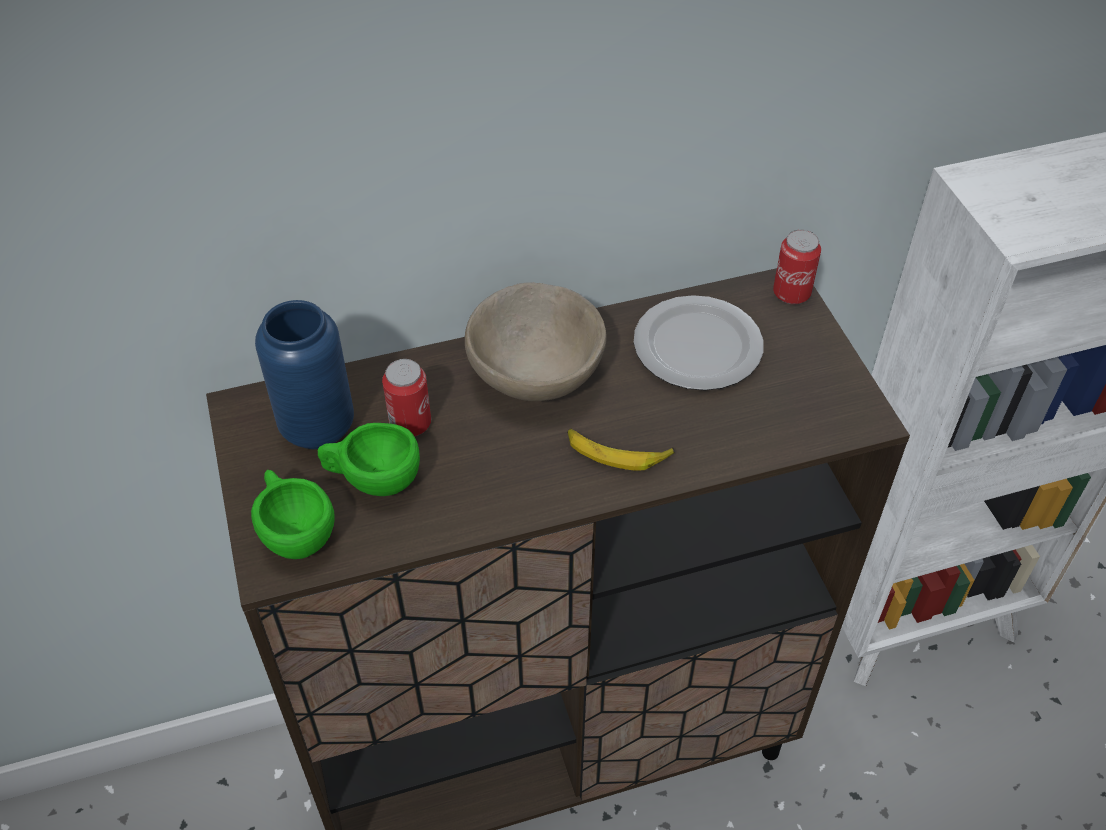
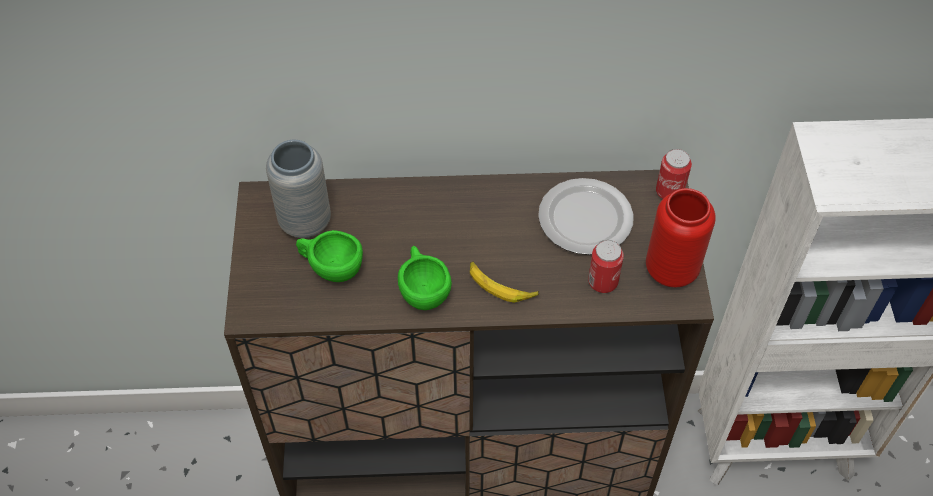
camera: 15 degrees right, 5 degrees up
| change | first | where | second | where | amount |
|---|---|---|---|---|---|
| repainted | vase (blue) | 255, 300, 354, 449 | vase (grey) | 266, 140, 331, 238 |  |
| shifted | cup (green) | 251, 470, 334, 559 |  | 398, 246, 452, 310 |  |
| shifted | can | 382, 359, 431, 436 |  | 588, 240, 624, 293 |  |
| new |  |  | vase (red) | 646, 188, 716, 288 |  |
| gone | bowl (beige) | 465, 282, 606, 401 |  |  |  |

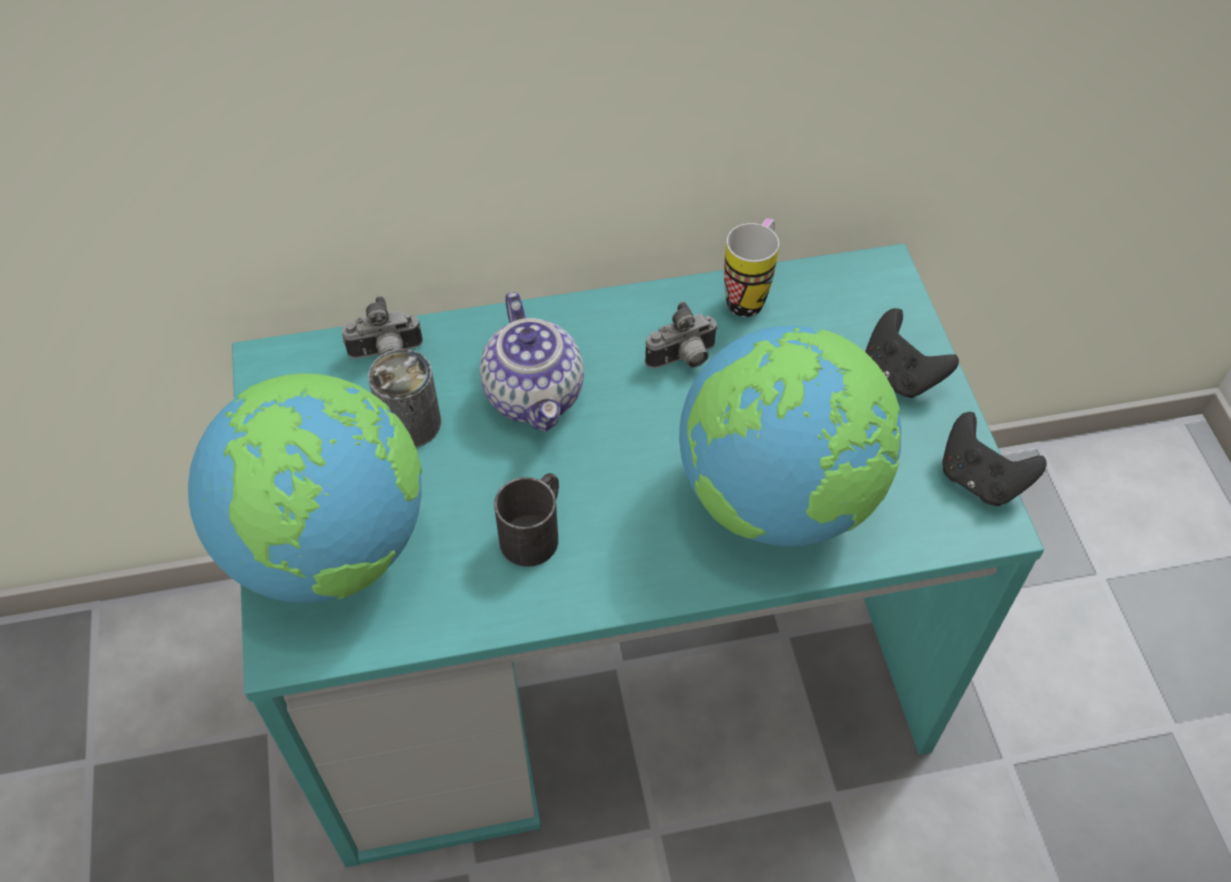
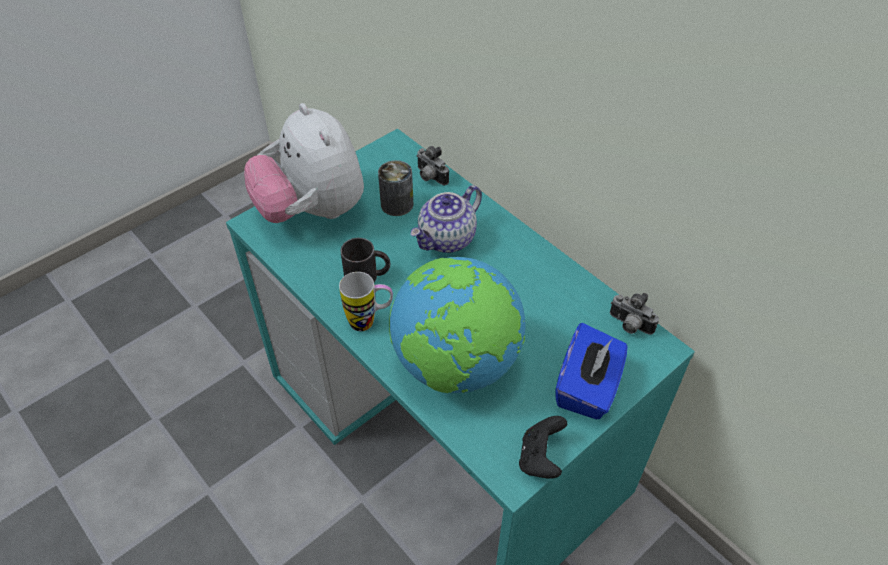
camera: 60 degrees right, 5 degrees down
| change | first | where | second | where | amount |
|---|---|---|---|---|---|
| swapped | globe | 188, 374, 422, 603 | plush toy | 244, 103, 364, 223 |  |
| shifted | mug | 724, 218, 779, 317 |  | 339, 272, 393, 331 |  |
| swapped | game controller (black) | 865, 308, 959, 398 | tissue box (blue) | 555, 323, 628, 419 |  |
| shifted | photo camera | 645, 302, 718, 369 |  | 610, 293, 659, 335 |  |

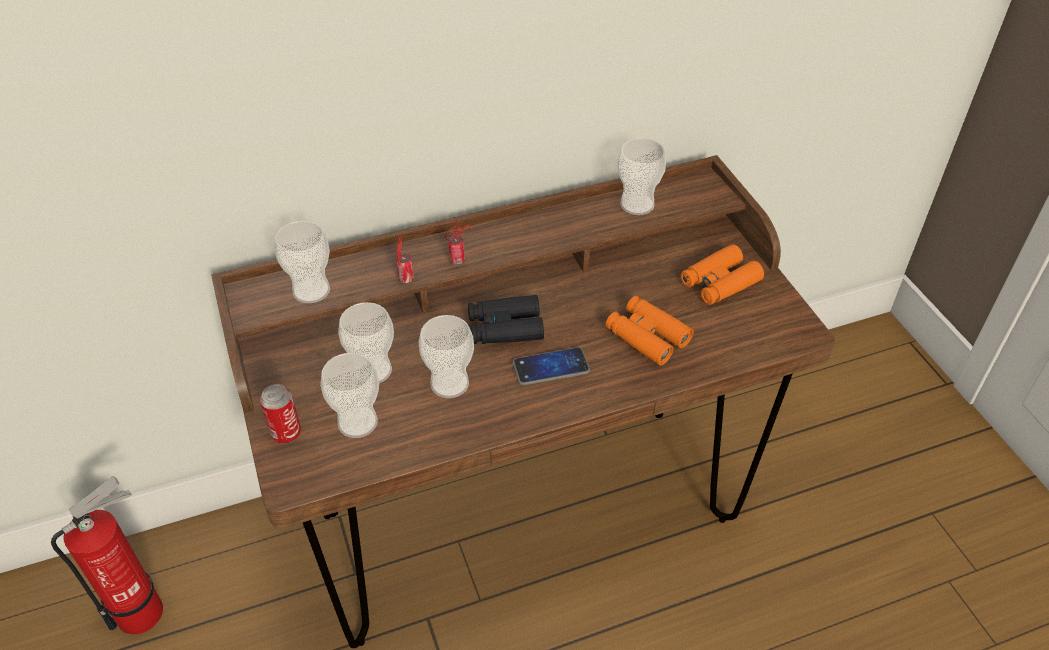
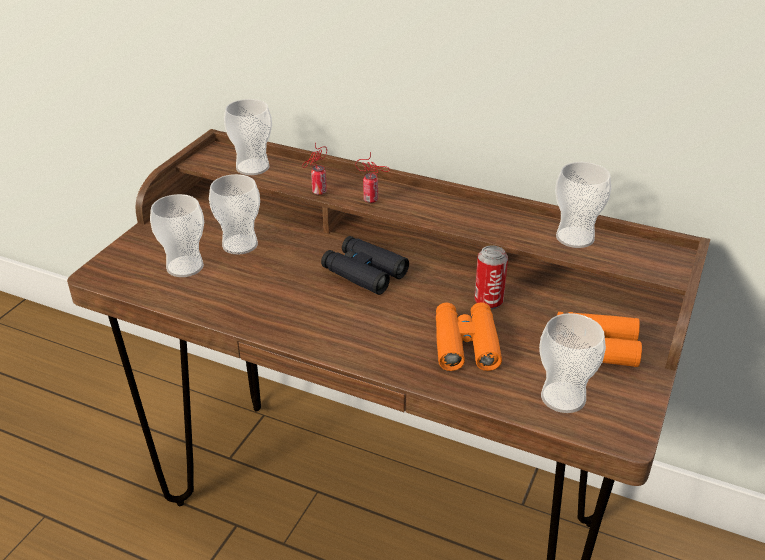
camera: 45 degrees right, 10 degrees down
| change | first | where | second | where | amount |
|---|---|---|---|---|---|
| shifted | can | 260, 384, 301, 444 |  | 474, 246, 508, 309 |  |
| shifted | cup | 419, 315, 474, 398 |  | 539, 313, 606, 413 |  |
| gone | fire extinguisher | 51, 476, 163, 634 |  |  |  |
| gone | phone | 512, 347, 590, 386 |  |  |  |

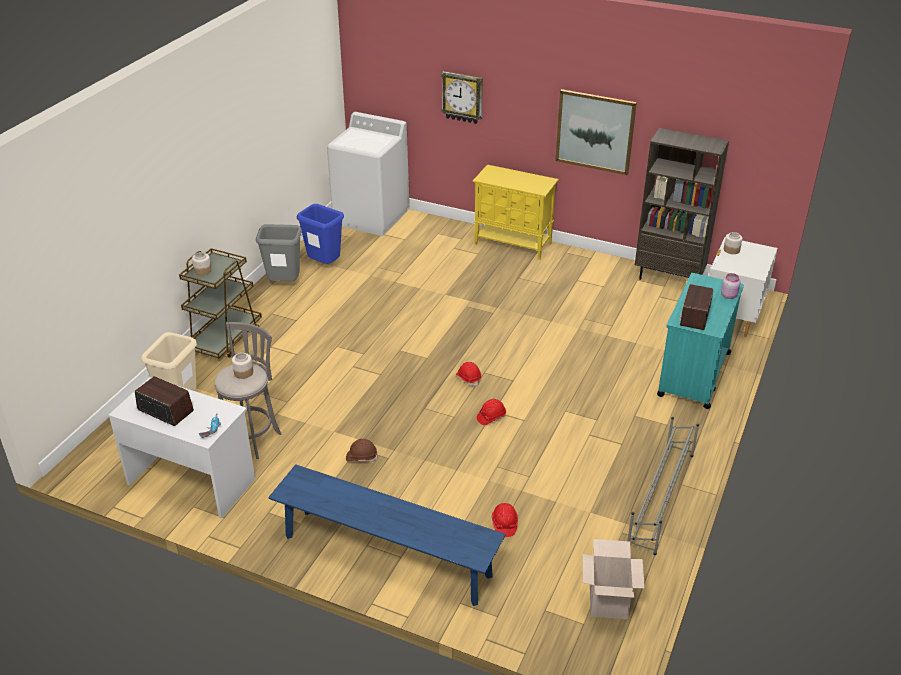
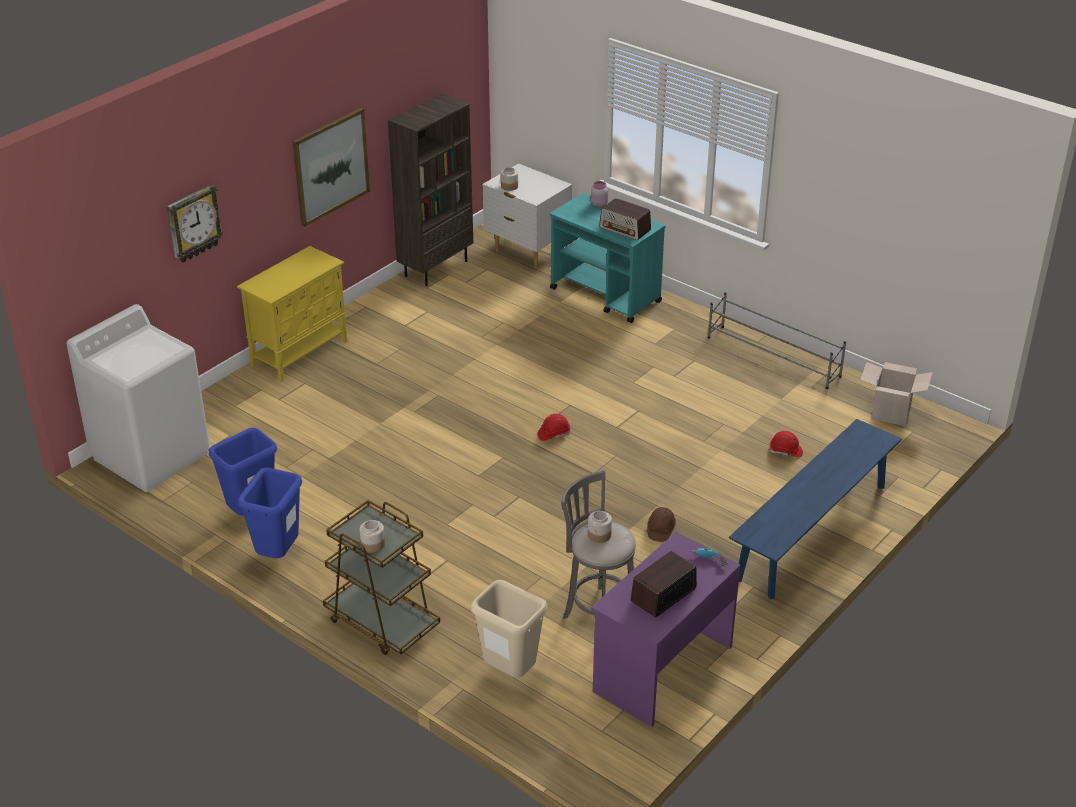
camera: 75 degrees left, 0 degrees up
| change | first | where | second | where | amount |
|---|---|---|---|---|---|
| repainted | trash can (grey) | 256, 224, 302, 281 | trash can (blue) | 237, 468, 302, 558 |  |
| repainted | desk (white) | 108, 377, 255, 519 | desk (purple) | 591, 532, 741, 727 |  |
| gone | hard hat (red) | 477, 399, 506, 425 |  |  |  |

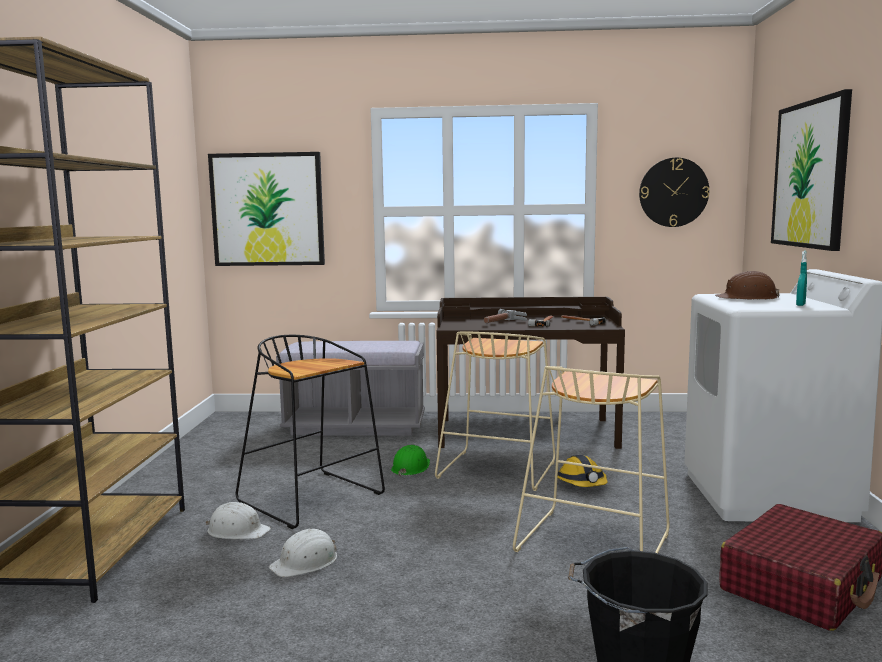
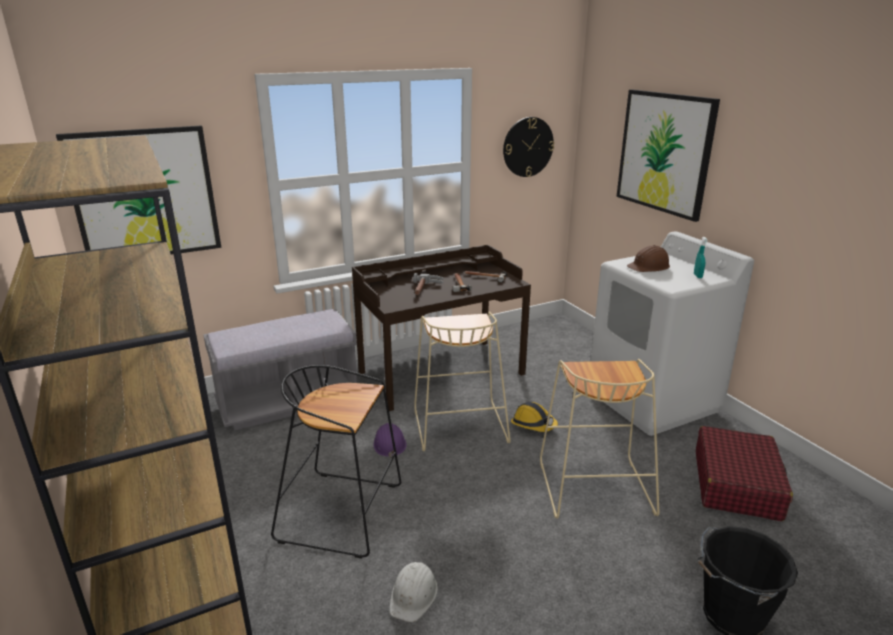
camera: 30 degrees left, 15 degrees up
| change | first | where | second | where | amount |
|---|---|---|---|---|---|
| repainted | hard hat (green) | 391, 445, 430, 477 | hard hat (purple) | 373, 423, 407, 458 |  |
| gone | hard hat (white) | 206, 502, 271, 539 |  |  |  |

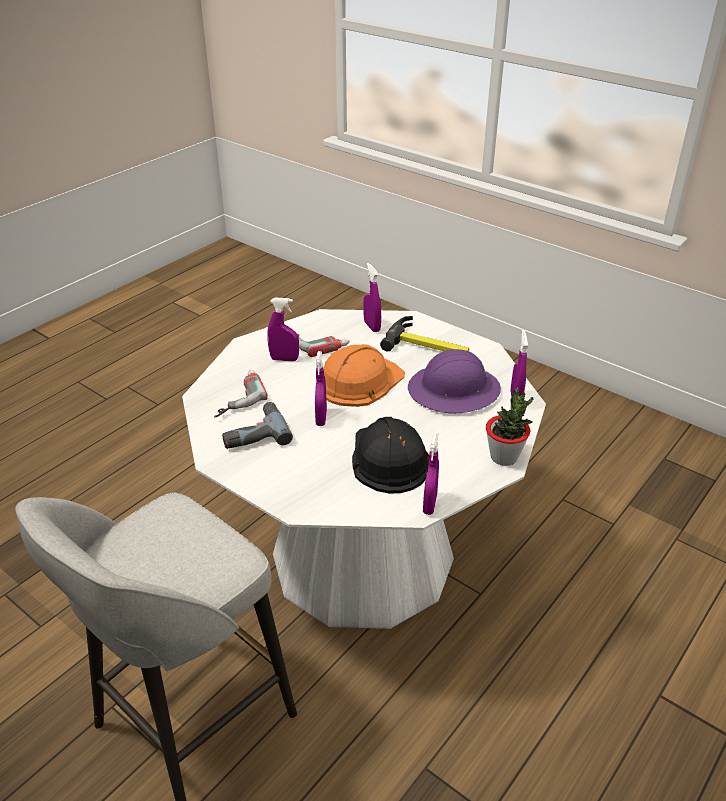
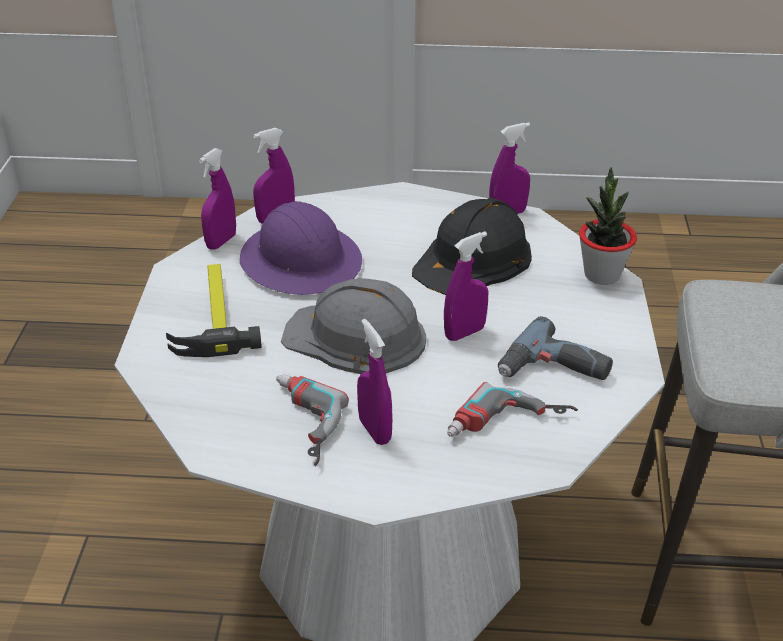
camera: 125 degrees left, 0 degrees up
| change | first | where | second | where | amount |
|---|---|---|---|---|---|
| shifted | spray bottle (purple) | 363, 263, 381, 332 |  | 199, 148, 236, 250 |  |
| repainted | hard hat (orange) | 324, 344, 405, 407 | hard hat (grey) | 281, 278, 426, 374 |  |
| shifted | potted plant | 486, 387, 533, 466 |  | 579, 167, 637, 285 |  |

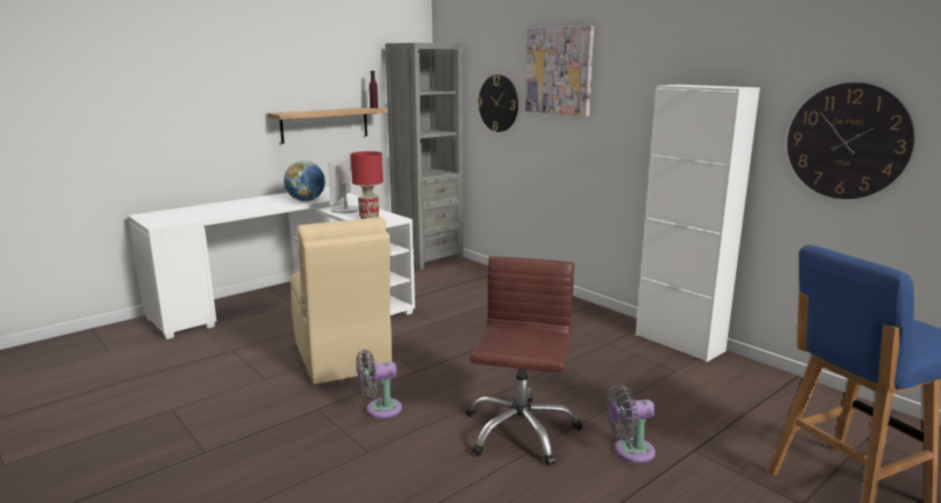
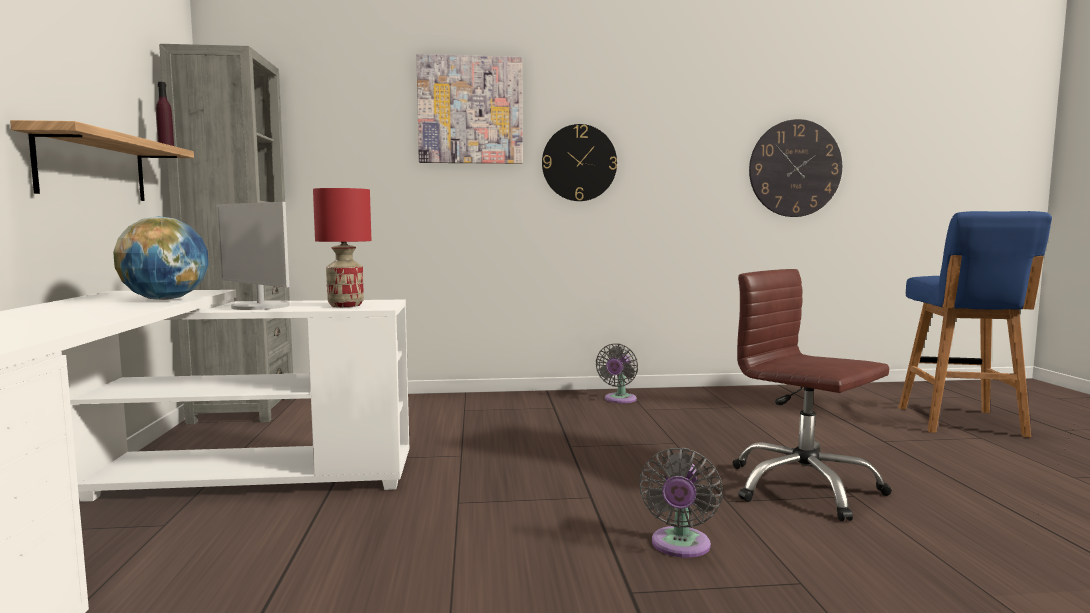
camera: 55 degrees left, 10 degrees down
| change | first | where | second | where | amount |
|---|---|---|---|---|---|
| shifted | wall clock | 477, 75, 518, 132 |  | 542, 124, 617, 201 |  |
| shifted | fan (grey) | 606, 384, 655, 463 |  | 596, 343, 638, 403 |  |
| gone | chair (beige) | 290, 217, 392, 384 |  |  |  |
| gone | cabinet (white) | 636, 85, 760, 362 |  |  |  |

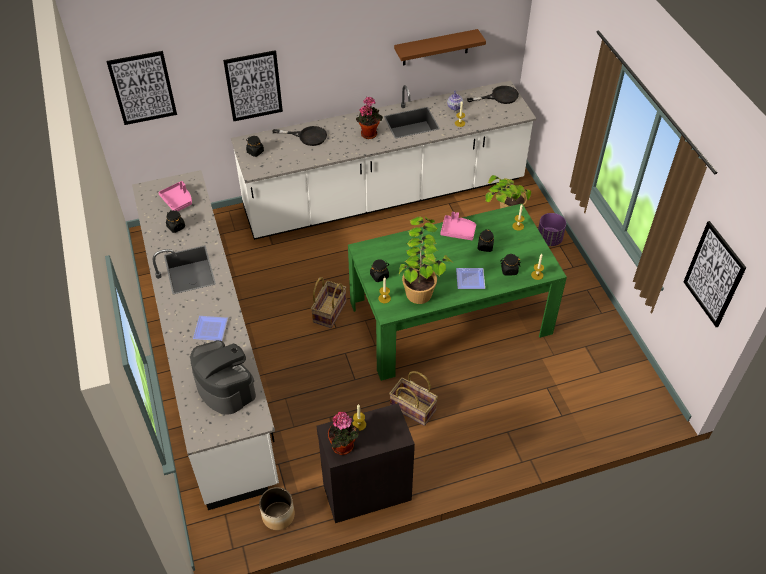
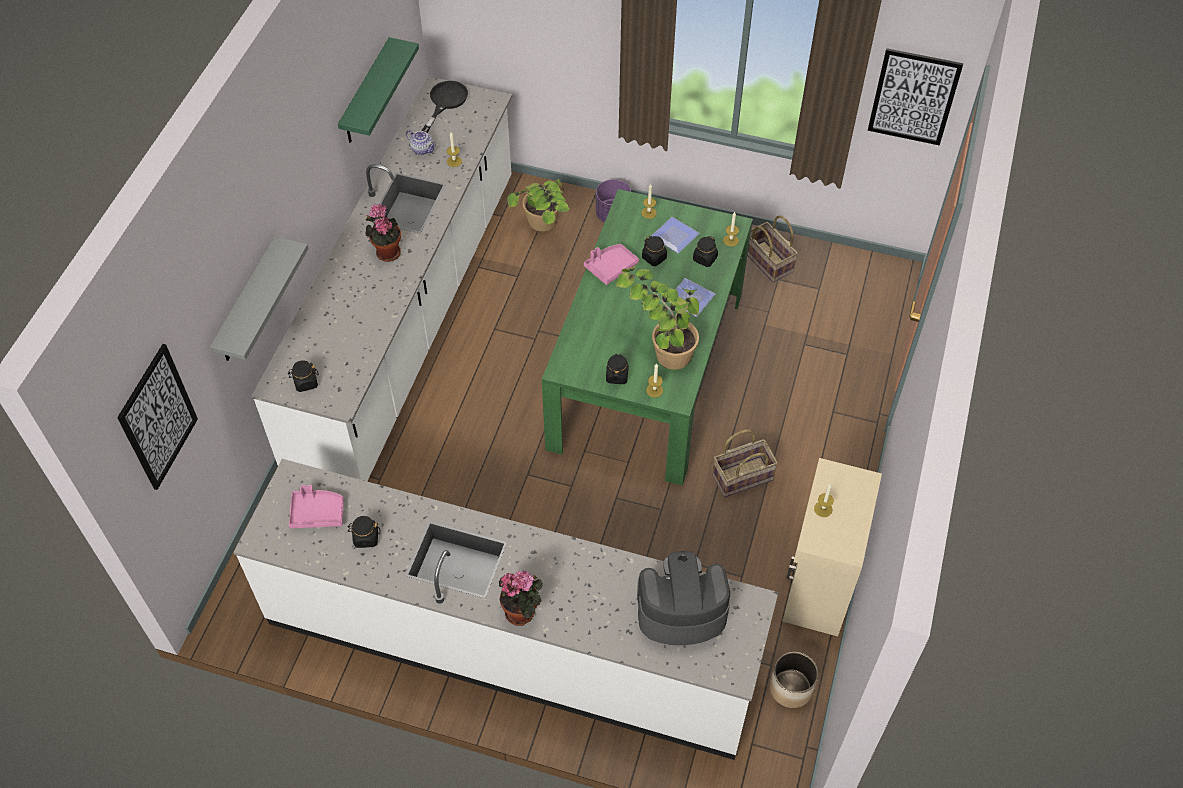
camera: 55 degrees left, 5 degrees up
| change | first | where | second | where | amount |
|---|---|---|---|---|---|
| swapped | picture | 223, 50, 283, 121 | shelf (grey) | 210, 236, 309, 361 |  |
| repainted | shelf (brown) | 394, 29, 486, 66 | shelf (green) | 338, 37, 419, 143 |  |
| shifted | potted plant | 328, 412, 360, 455 |  | 499, 570, 543, 626 |  |
| shifted | plate | 193, 316, 228, 341 |  | 651, 217, 700, 253 |  |
| shifted | basket | 311, 277, 347, 328 |  | 747, 215, 798, 283 |  |
| repainted | cabinet (black) | 316, 403, 415, 523 | cabinet (beige) | 783, 458, 882, 636 |  |
| gone | frying pan (black) | 272, 126, 327, 146 |  |  |  |

